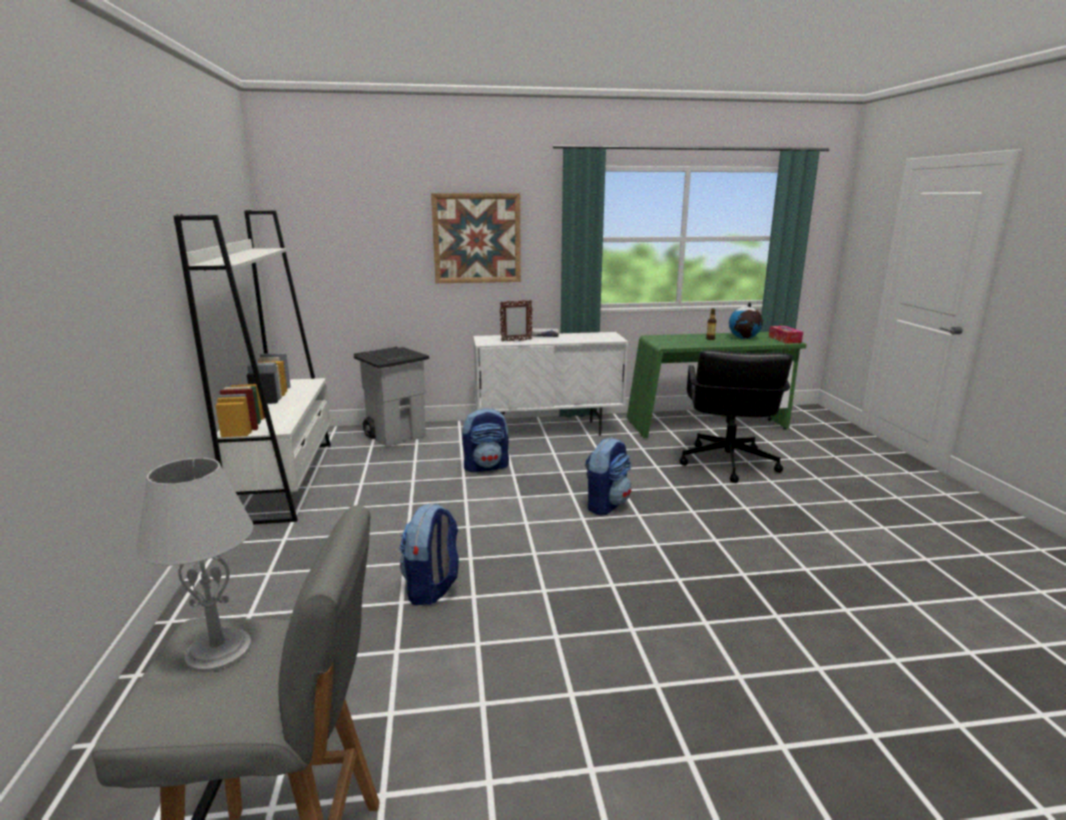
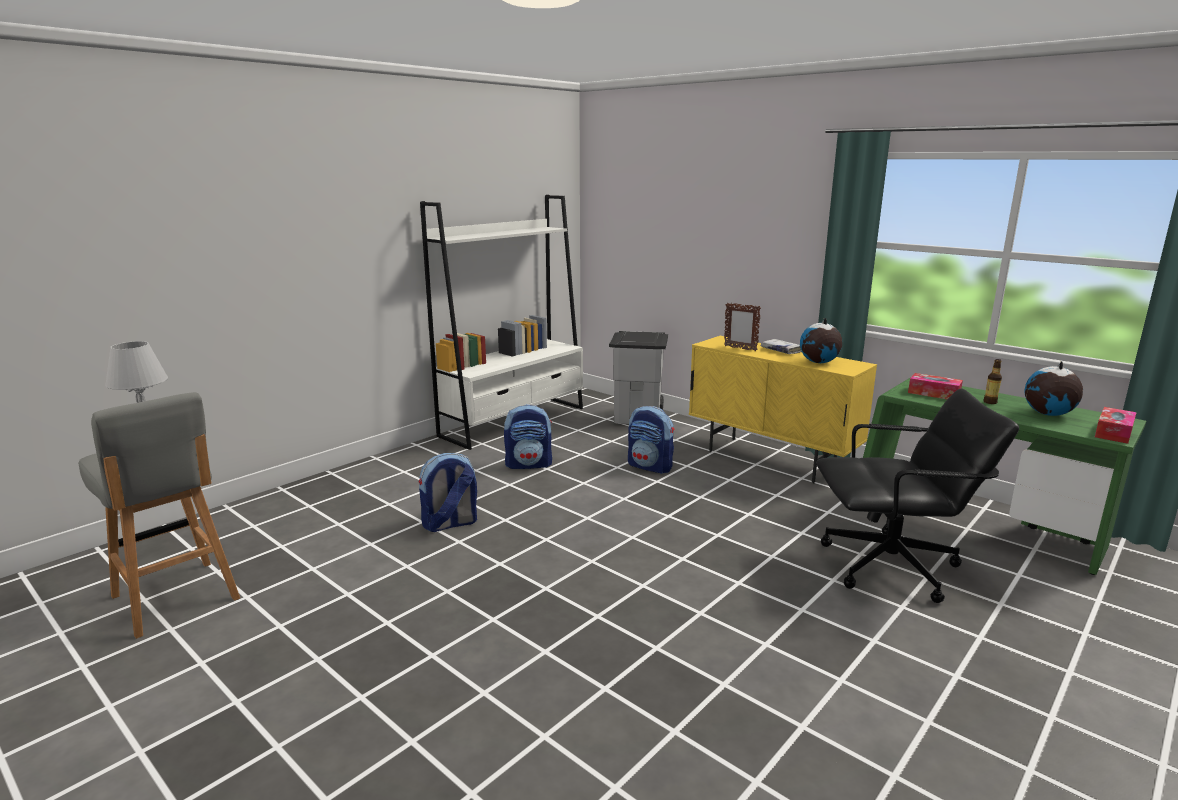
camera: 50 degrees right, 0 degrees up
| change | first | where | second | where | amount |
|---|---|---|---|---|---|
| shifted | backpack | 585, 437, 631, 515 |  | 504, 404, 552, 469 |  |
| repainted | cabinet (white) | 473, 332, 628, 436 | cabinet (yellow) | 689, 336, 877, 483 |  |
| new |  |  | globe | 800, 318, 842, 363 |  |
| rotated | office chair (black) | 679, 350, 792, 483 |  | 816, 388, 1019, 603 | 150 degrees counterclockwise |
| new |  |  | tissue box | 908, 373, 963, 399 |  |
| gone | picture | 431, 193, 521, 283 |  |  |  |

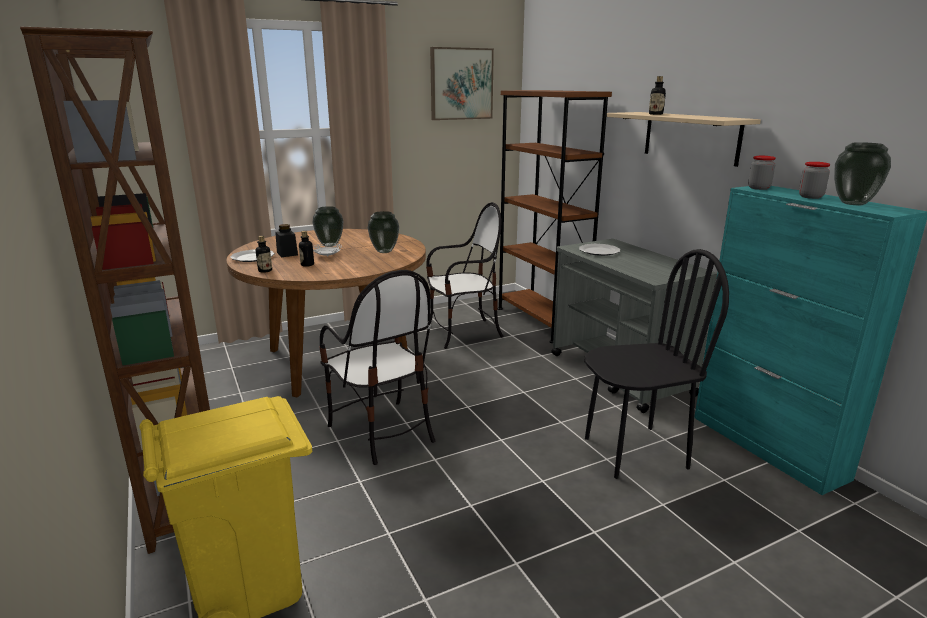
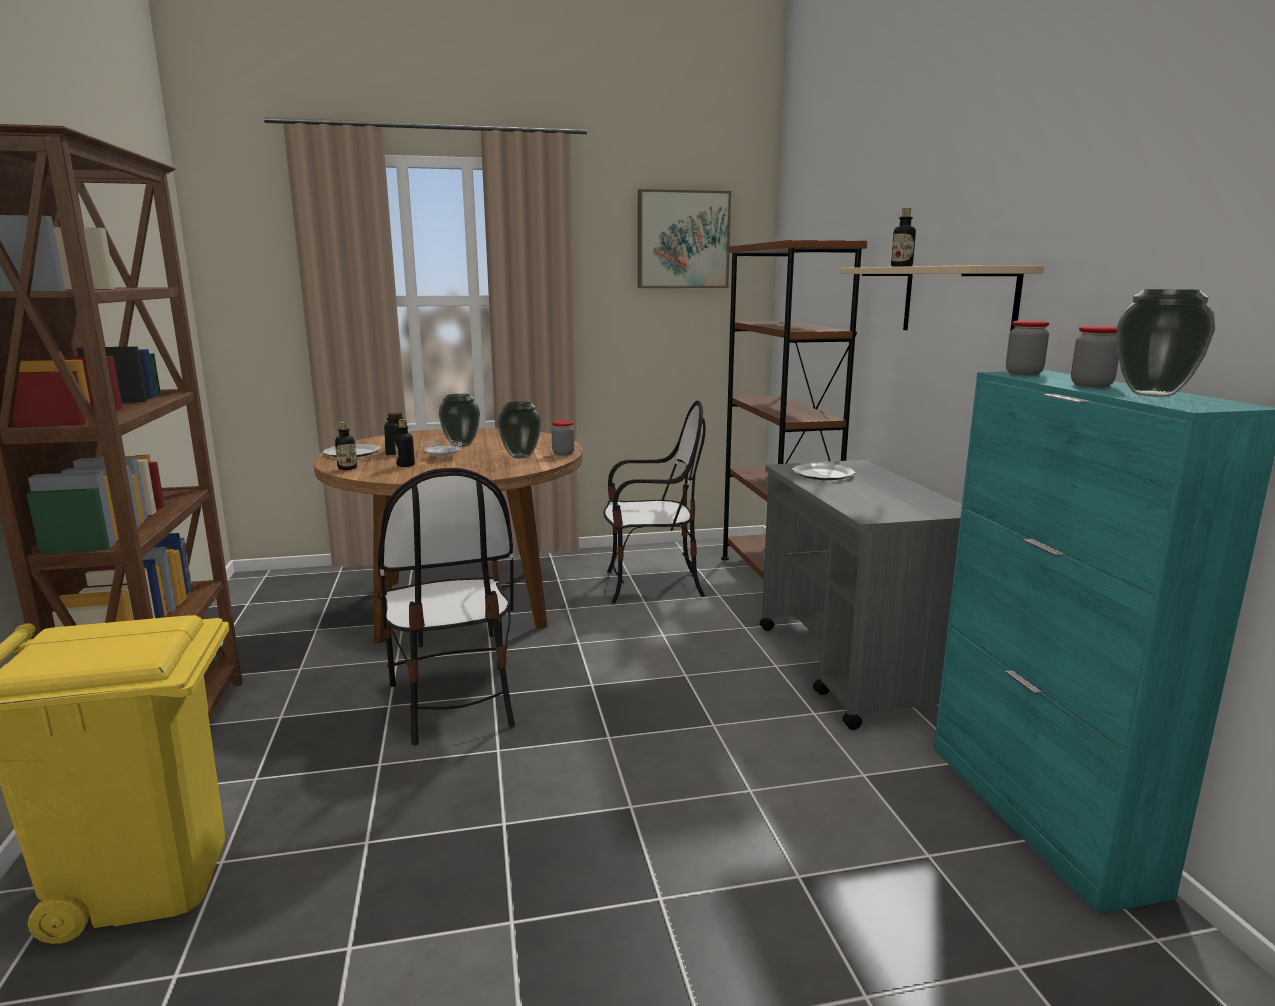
camera: 15 degrees right, 5 degrees down
| change | first | where | second | where | amount |
|---|---|---|---|---|---|
| new |  |  | jar | 551, 420, 574, 456 |  |
| gone | chair (black) | 584, 249, 729, 479 |  |  |  |

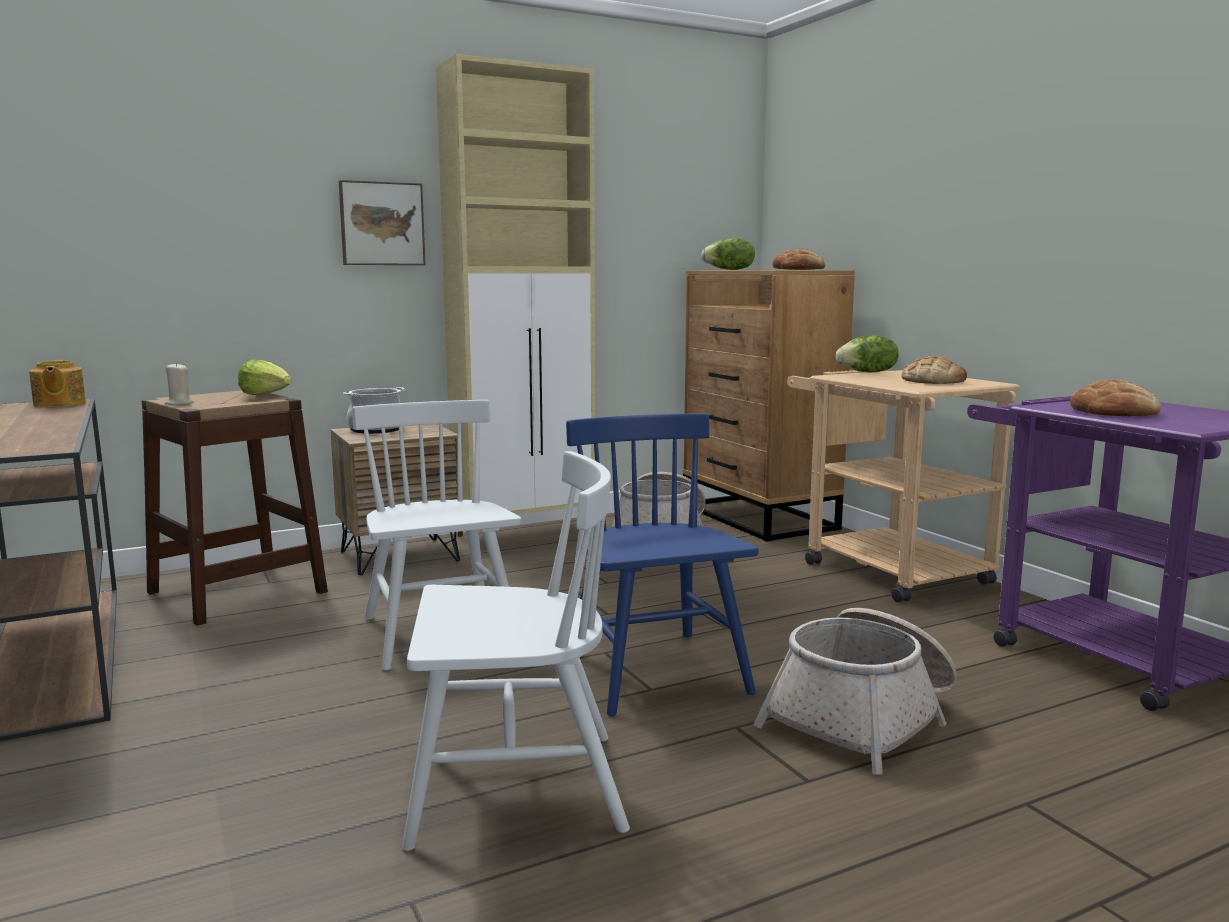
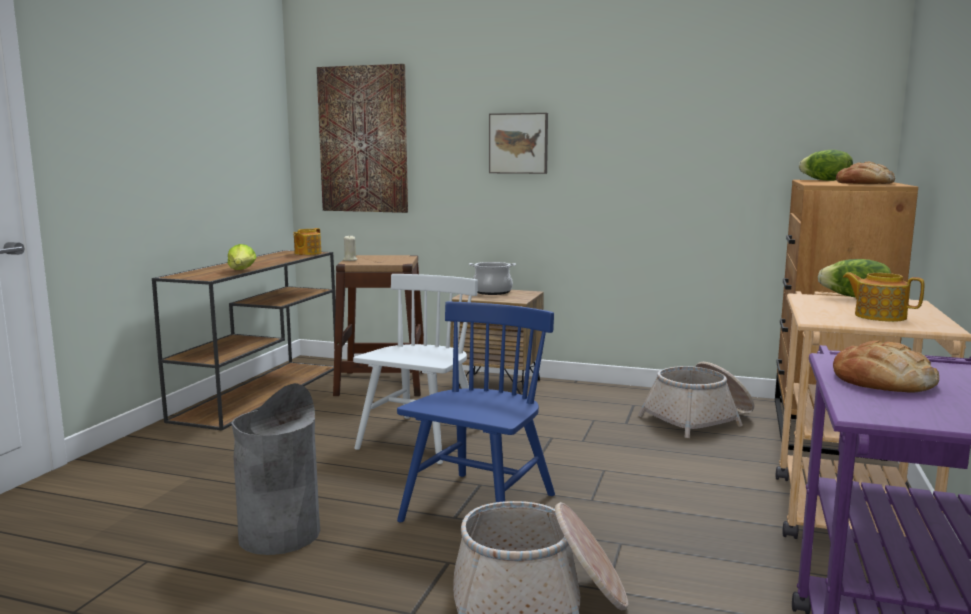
camera: 45 degrees right, 0 degrees up
| change | first | where | second | where | amount |
|---|---|---|---|---|---|
| shifted | lettuce | 238, 359, 292, 395 |  | 228, 244, 257, 270 |  |
| swapped | chair (white) | 402, 451, 630, 851 | trash can (grey) | 231, 383, 320, 555 |  |
| new |  |  | picture | 317, 64, 408, 213 |  |
| swapped | bread | 901, 356, 967, 384 | teapot | 843, 272, 924, 322 |  |
| gone | cabinet (beige) | 436, 54, 595, 537 |  |  |  |

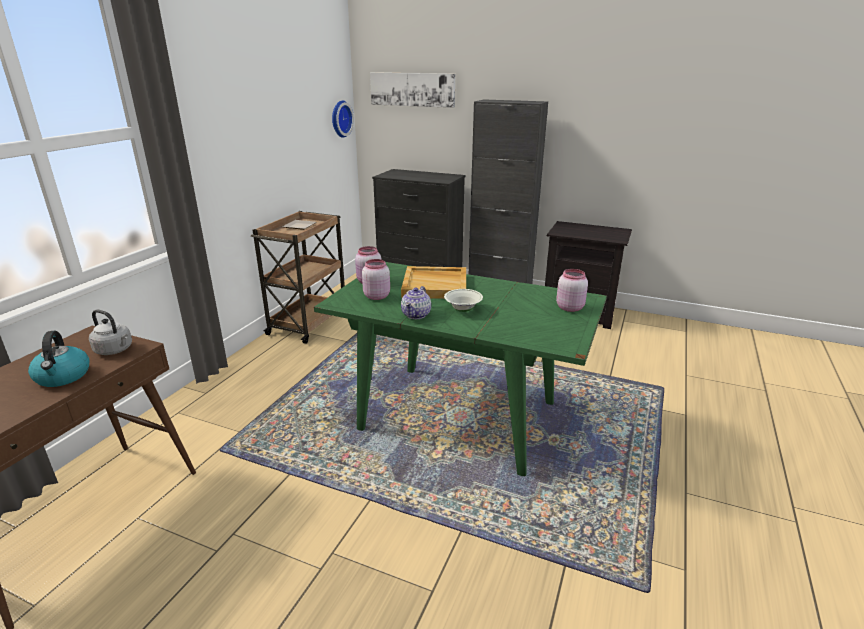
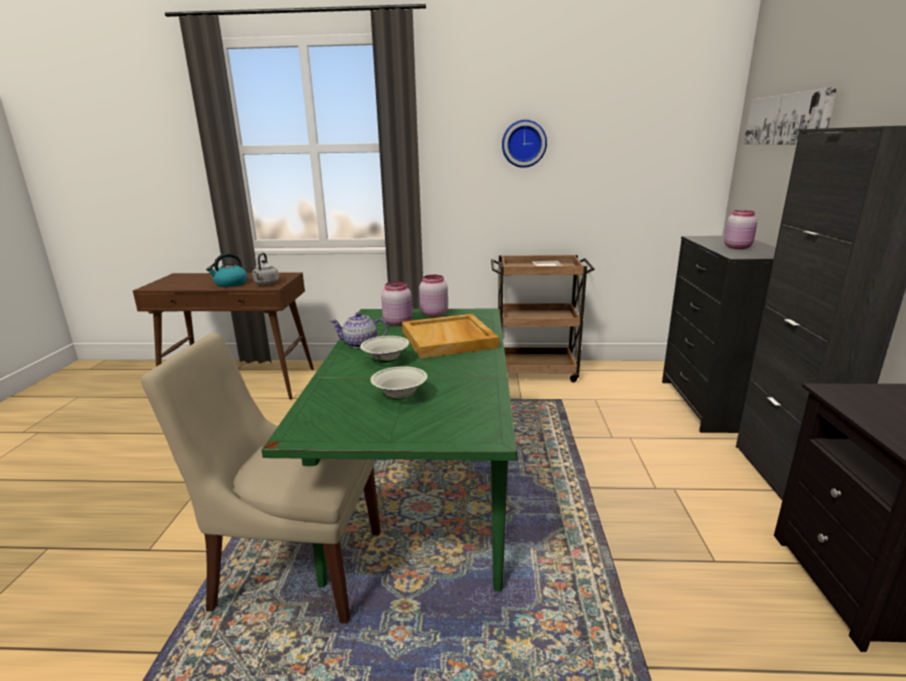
camera: 70 degrees right, 5 degrees down
| change | first | where | second | where | amount |
|---|---|---|---|---|---|
| new |  |  | chair (beige) | 141, 333, 381, 624 |  |
| new |  |  | bowl (white) | 370, 366, 428, 400 |  |
| shifted | wall clock | 332, 100, 354, 138 |  | 502, 120, 547, 168 |  |
| shifted | jar (pink) | 556, 269, 588, 312 |  | 724, 210, 757, 249 |  |

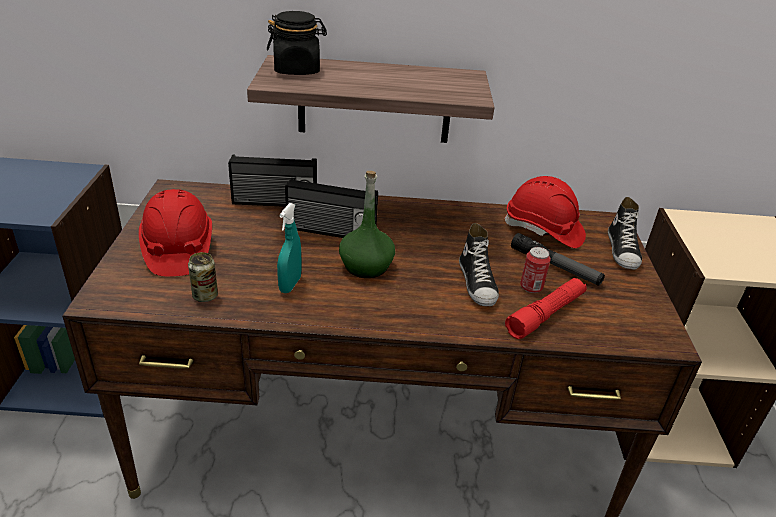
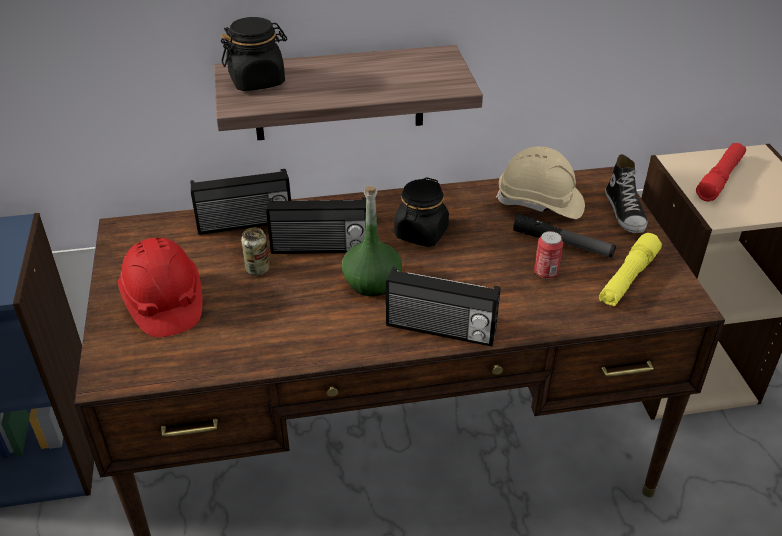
camera: 10 degrees left, 5 degrees up
| change | first | where | second | where | amount |
|---|---|---|---|---|---|
| shifted | can | 188, 252, 218, 302 |  | 241, 228, 270, 275 |  |
| new |  |  | radio | 386, 267, 500, 347 |  |
| new |  |  | jar (black) | 394, 177, 449, 247 |  |
| repainted | hard hat (red) | 503, 176, 586, 248 | hard hat (beige) | 496, 146, 585, 219 |  |
| new |  |  | flashlight (yellow) | 599, 233, 662, 307 |  |
| shifted | flashlight (red) | 505, 278, 587, 339 |  | 696, 143, 746, 202 |  |
| gone | spray bottle (turquoise) | 277, 203, 302, 293 |  |  |  |
| gone | shoe | 459, 223, 499, 306 |  |  |  |

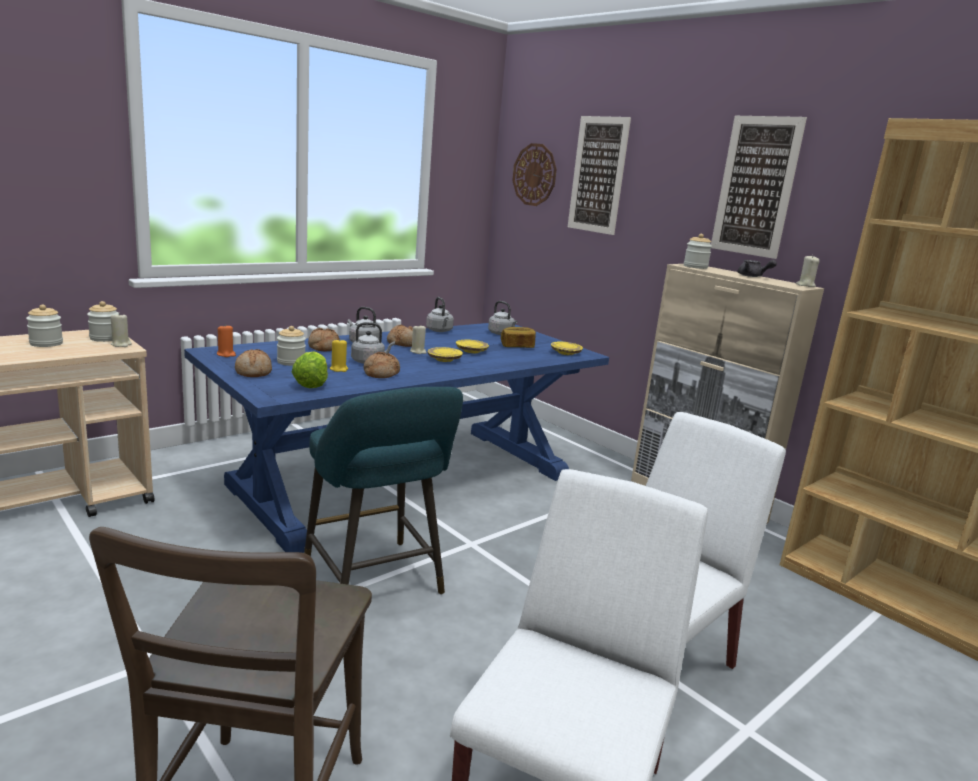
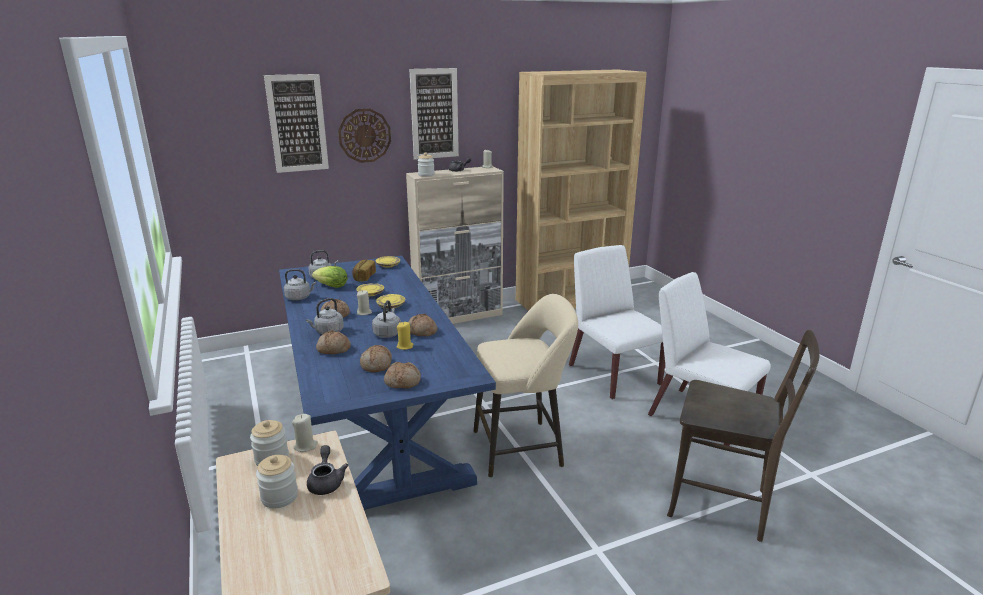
camera: 70 degrees left, 5 degrees up
| change | first | where | second | where | amount |
|---|---|---|---|---|---|
| new |  |  | teapot (grey) | 307, 445, 348, 495 |  |
| shifted | lettuce | 292, 352, 328, 388 |  | 312, 266, 348, 288 |  |
| shifted | wall clock | 512, 143, 557, 206 |  | 338, 109, 391, 163 |  |
| swapped | jar | 277, 326, 306, 366 | bread | 360, 345, 392, 372 |  |
| repainted | stool (turquoise) | 304, 387, 463, 595 | stool (beige) | 474, 294, 578, 478 |  |
| gone | candle (orange) | 217, 324, 236, 357 |  |  |  |

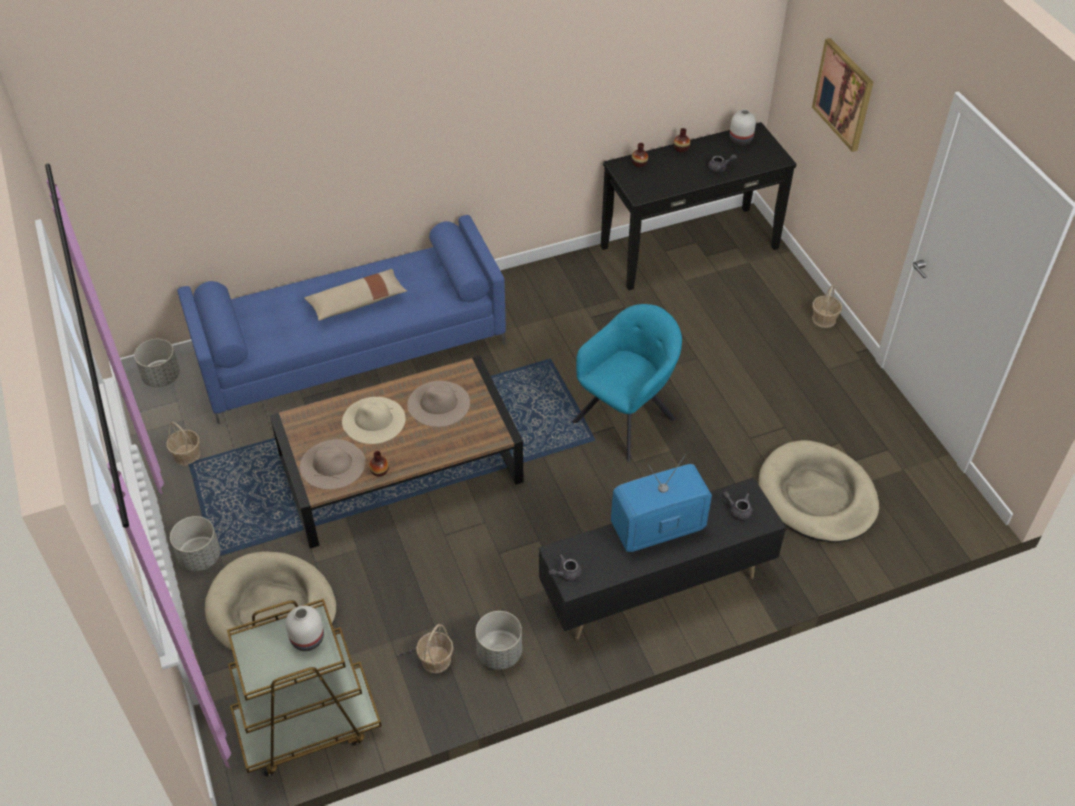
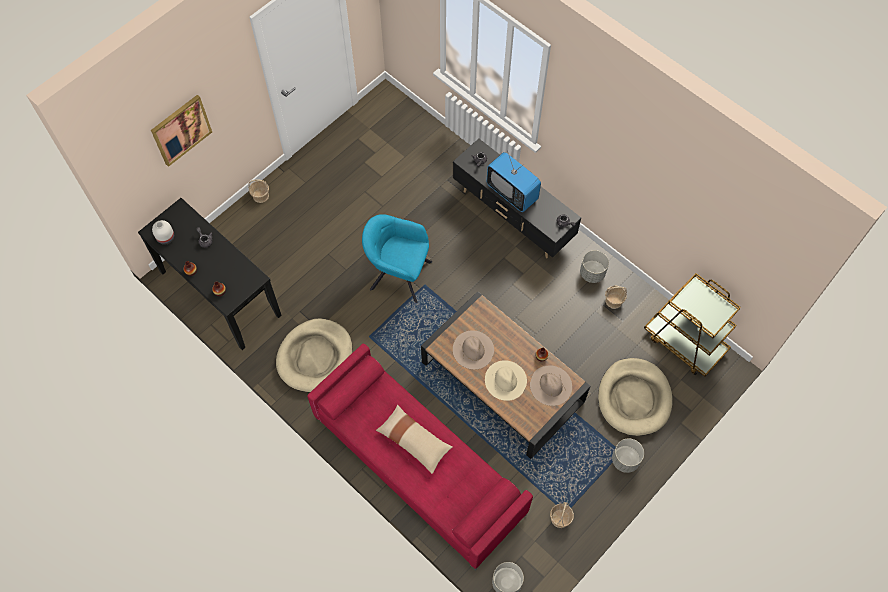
camera: 115 degrees left, 15 degrees up
| change | first | where | second | where | amount |
|---|---|---|---|---|---|
| shifted | dog bed (beige) | 759, 440, 879, 542 |  | 276, 318, 353, 392 |  |
| repainted | sofa (blue) | 177, 215, 506, 424 | sofa (red) | 307, 343, 533, 571 |  |
| gone | vase (white) | 286, 605, 324, 651 |  |  |  |

